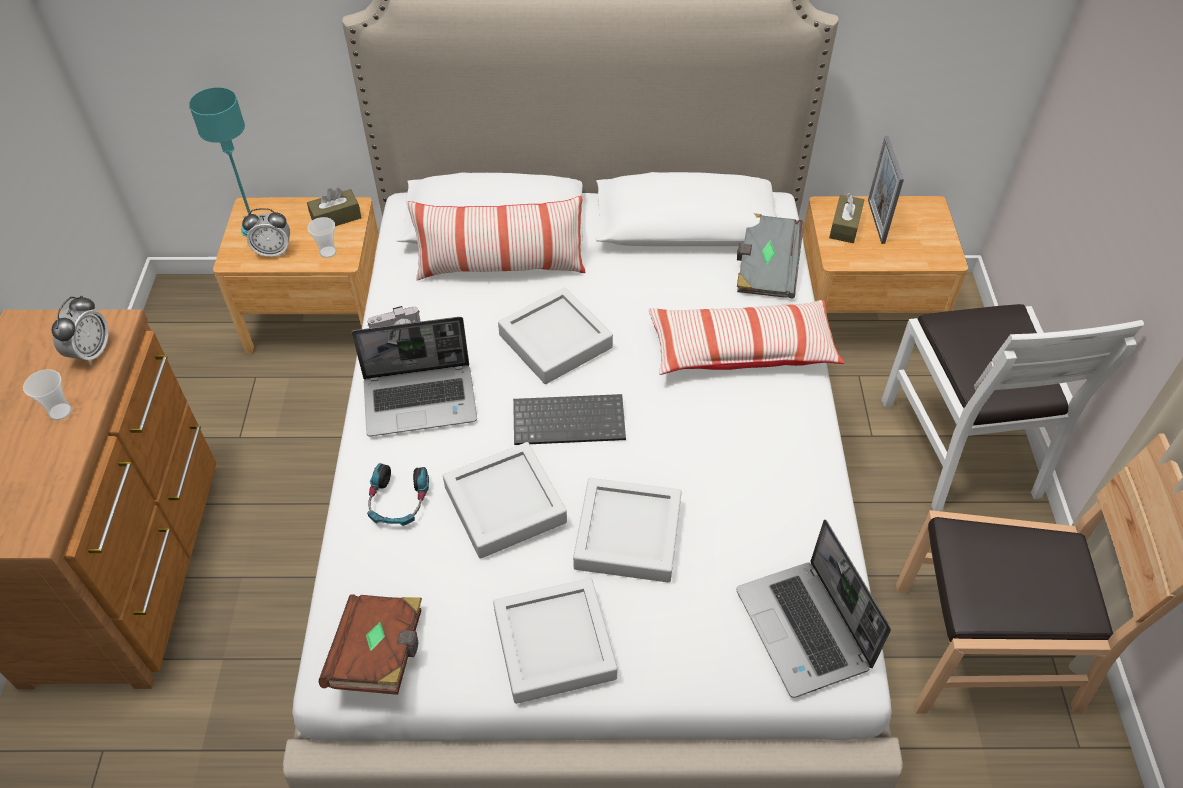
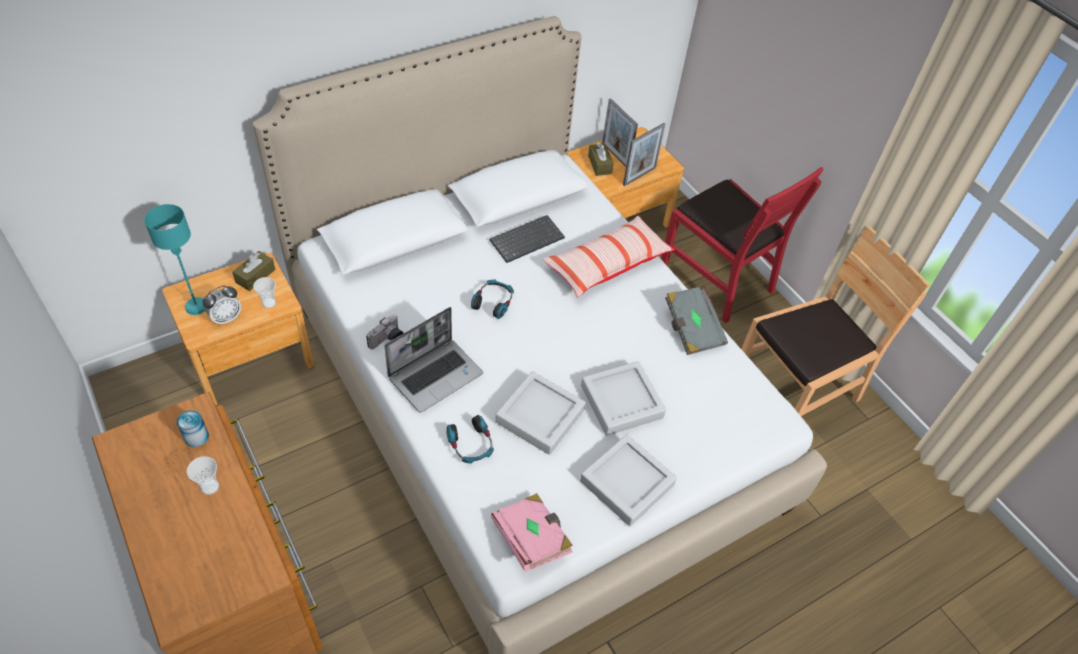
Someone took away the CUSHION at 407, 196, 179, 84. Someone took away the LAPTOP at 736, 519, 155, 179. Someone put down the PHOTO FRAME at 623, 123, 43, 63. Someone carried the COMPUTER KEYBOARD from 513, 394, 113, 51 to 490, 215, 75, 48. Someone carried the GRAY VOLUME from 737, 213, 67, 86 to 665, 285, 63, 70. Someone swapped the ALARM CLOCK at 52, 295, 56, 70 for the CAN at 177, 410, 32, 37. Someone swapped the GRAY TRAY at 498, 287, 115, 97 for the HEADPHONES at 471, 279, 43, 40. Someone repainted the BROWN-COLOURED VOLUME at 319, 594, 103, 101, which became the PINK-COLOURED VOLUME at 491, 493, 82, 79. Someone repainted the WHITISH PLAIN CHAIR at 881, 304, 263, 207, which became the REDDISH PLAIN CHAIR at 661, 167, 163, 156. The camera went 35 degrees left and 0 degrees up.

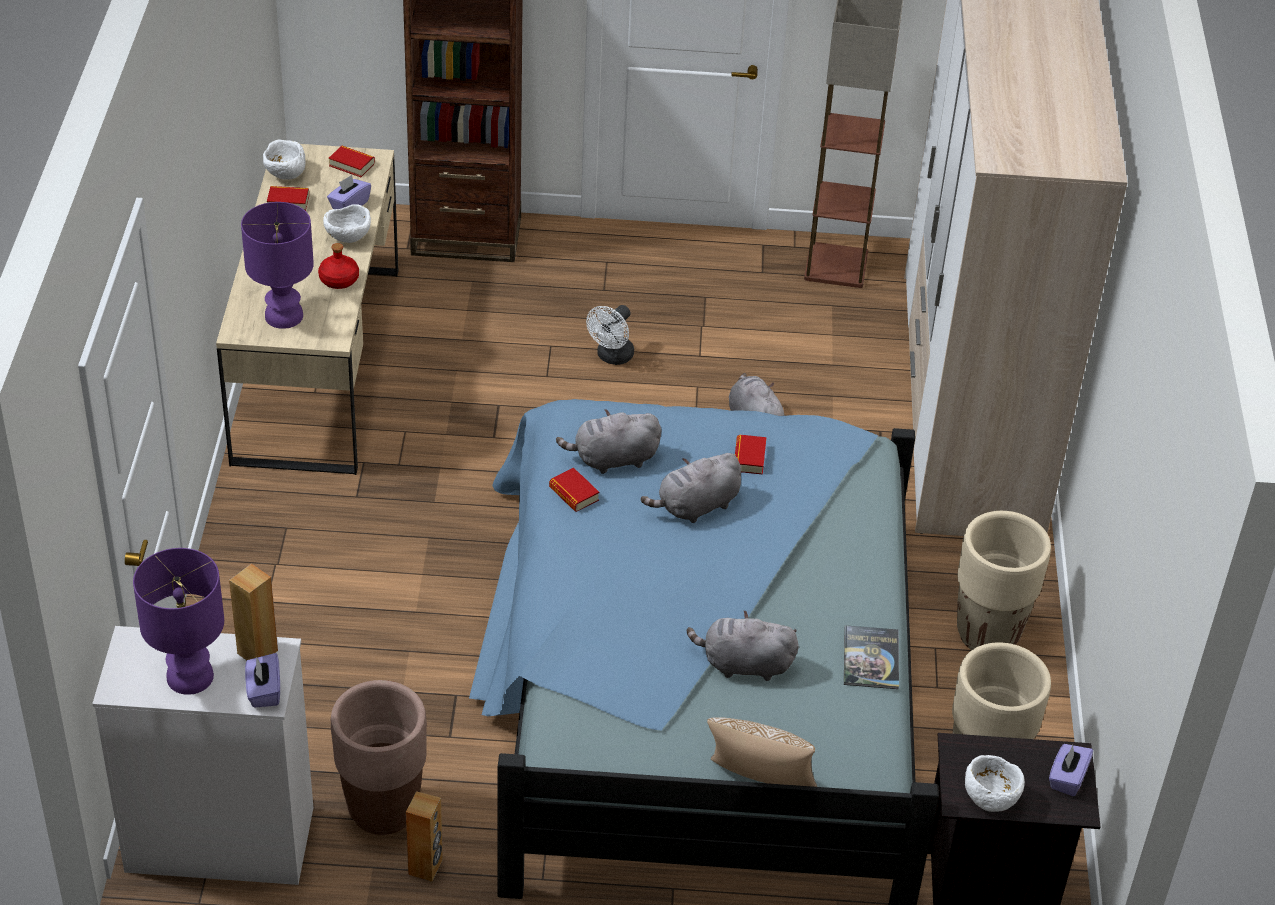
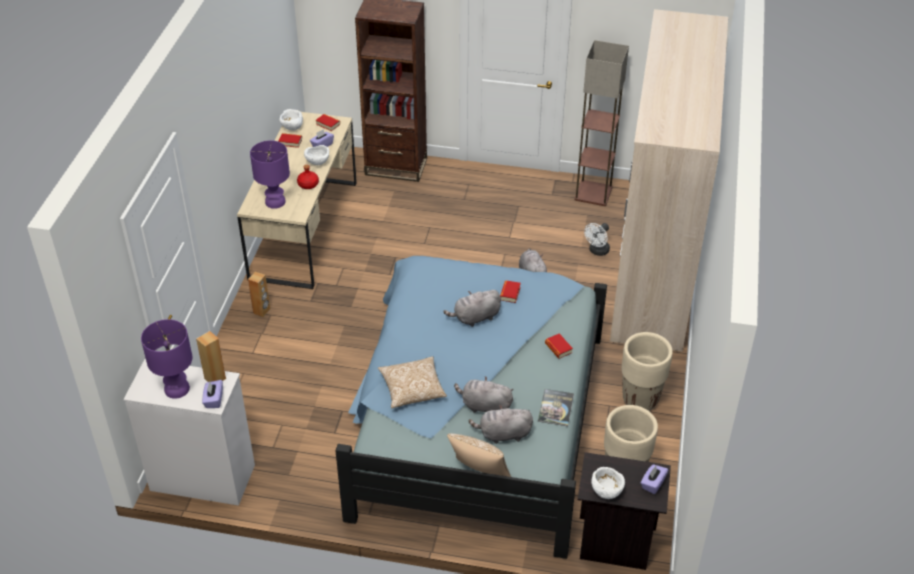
Someone took away the BROWN-COLOURED PLANT POT at 331, 680, 96, 155. Someone put down the CUSHION at 378, 356, 69, 52. Someone carried the BROWN-COLOURED SPEAKER from 406, 791, 37, 91 to 248, 272, 22, 45. Someone carried the VOLUME from 549, 467, 50, 45 to 545, 333, 28, 26. Someone carried the GRAY CUDDLY TOY from 556, 409, 105, 65 to 469, 405, 64, 39. Someone carried the WHITISH FAN from 586, 305, 48, 60 to 584, 223, 26, 33. The camera went 10 degrees right and 0 degrees up.

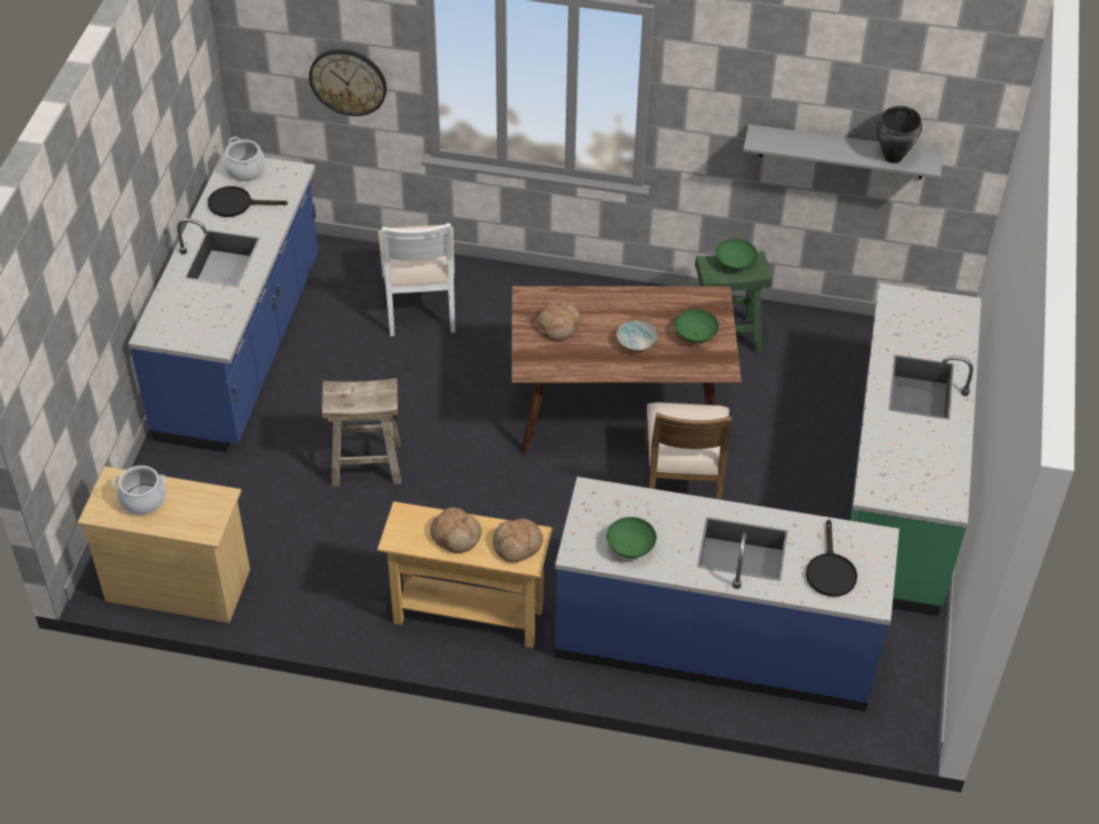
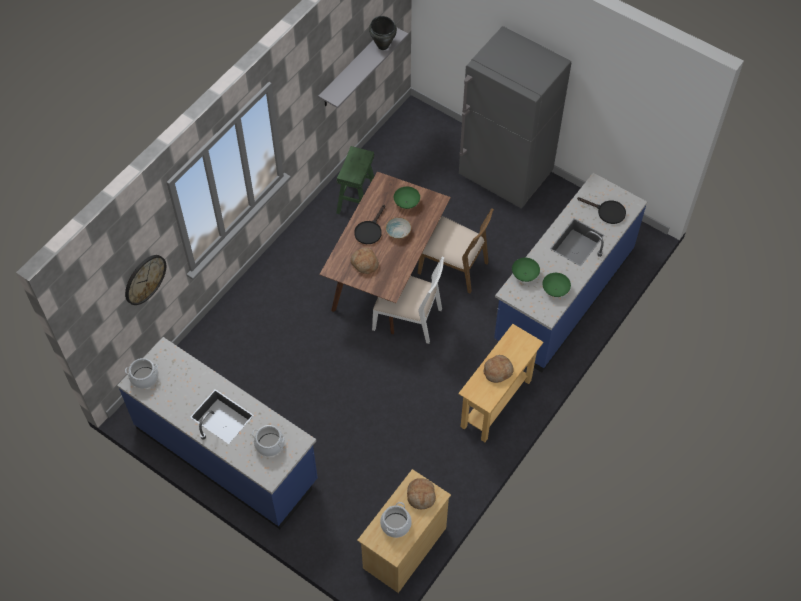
Someone took away the BEIGE-COLOURED STOOL SEAT at 322, 378, 79, 109. Someone put down the COOKING POT at 252, 425, 33, 32. Someone carried the BLACK FRYING PAN from 208, 186, 80, 31 to 354, 205, 31, 39. Someone carried the WHITISH PLAIN CHAIR from 378, 223, 77, 113 to 372, 257, 72, 87. Someone carried the BAKERY BREAD from 493, 519, 50, 43 to 407, 478, 29, 31. Someone carried the GREENISH BOWL from 715, 239, 42, 31 to 512, 258, 28, 24. Someone swapped the GREENISH COUNTER at 850, 283, 131, 333 for the GRAY REFRIGERATOR at 459, 26, 112, 183. The camera went 65 degrees left and 10 degrees up.

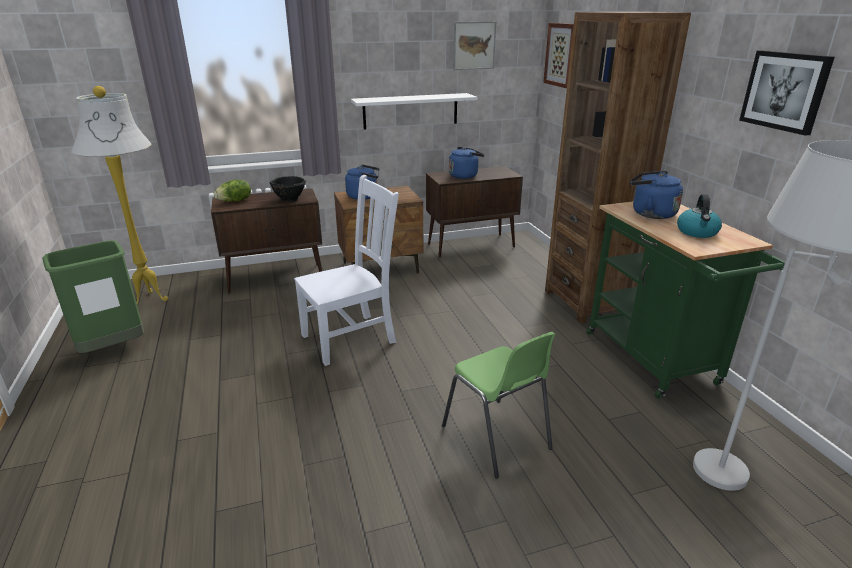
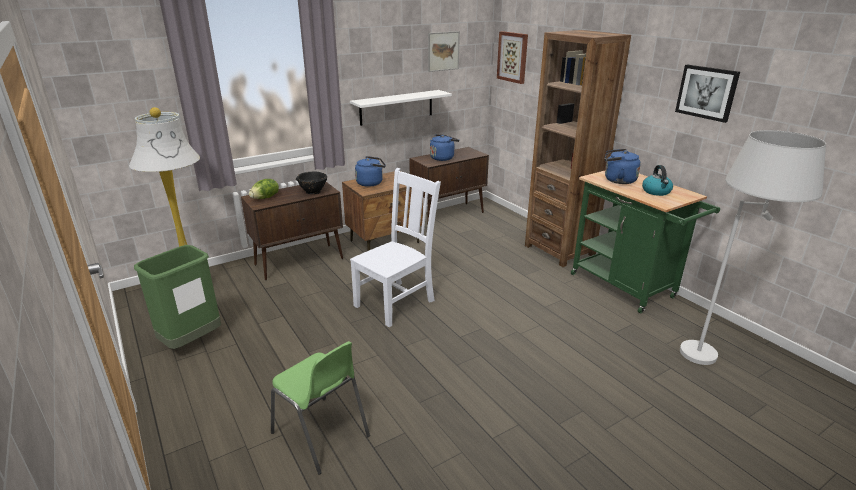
Someone carried the GREENISH PLAIN CHAIR from 442, 332, 114, 146 to 271, 341, 99, 133. The camera went 15 degrees left and 0 degrees up.

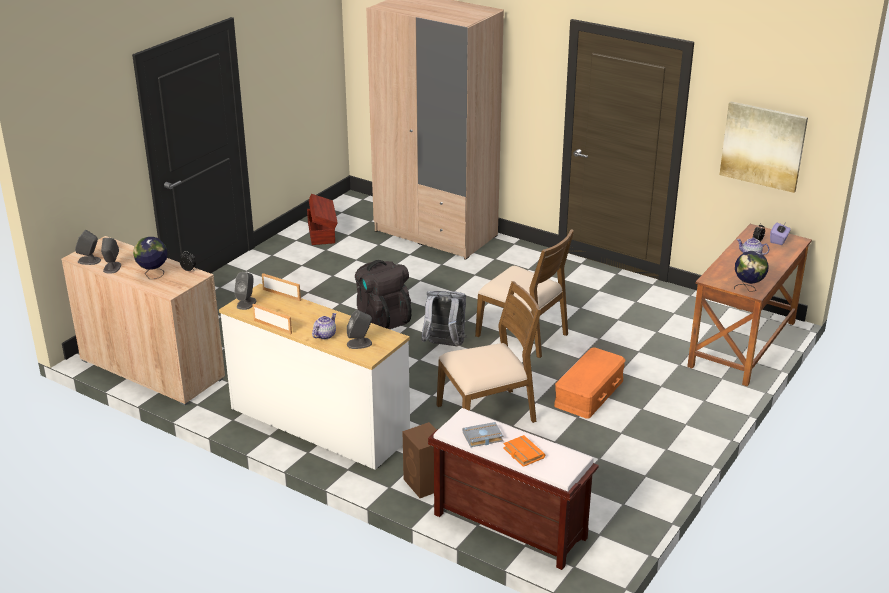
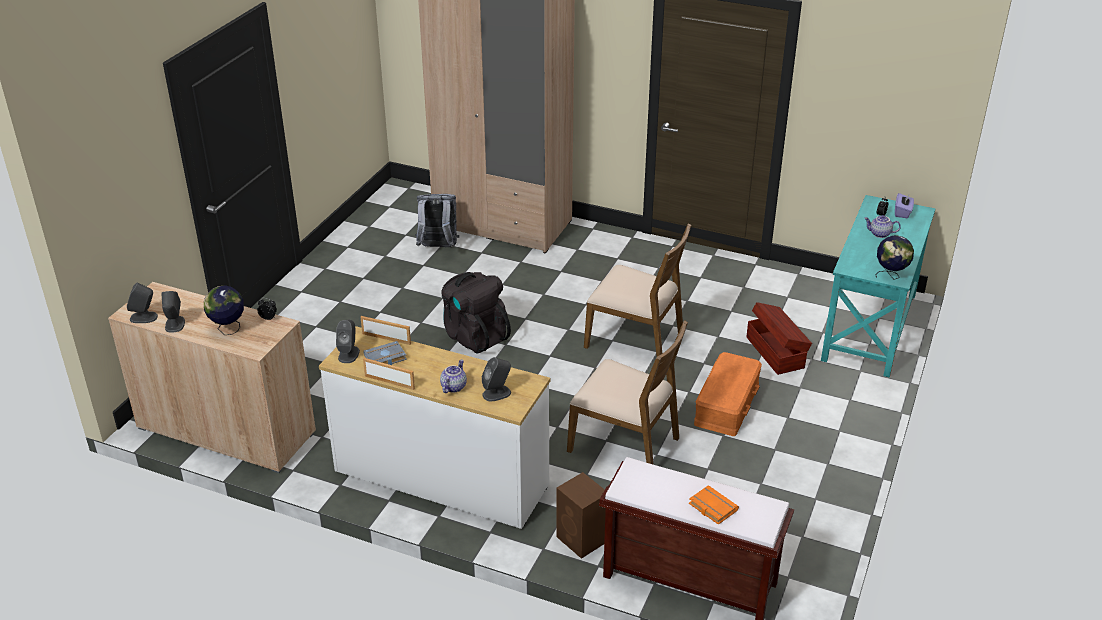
Someone took away the PICTURE at 719, 101, 89, 92. Someone carried the BROWN-COLOURED STORAGE CONTAINER from 307, 194, 31, 51 to 746, 302, 66, 73. Someone carried the GRAY KNAPSACK from 421, 291, 45, 56 to 415, 194, 44, 53. Someone carried the GRAY VOLUME from 462, 422, 42, 25 to 363, 341, 44, 24. Someone repainted the BROWN-COLOURED DESK TABLE at 687, 224, 125, 162, which became the TURQUOISE DESK TABLE at 821, 195, 115, 182. Someone rotated the BROWN-COLOURED PLAIN CHAIR at 436, 281, 105, 142 by 60 degrees clockwise. The camera went 10 degrees left and 5 degrees up.

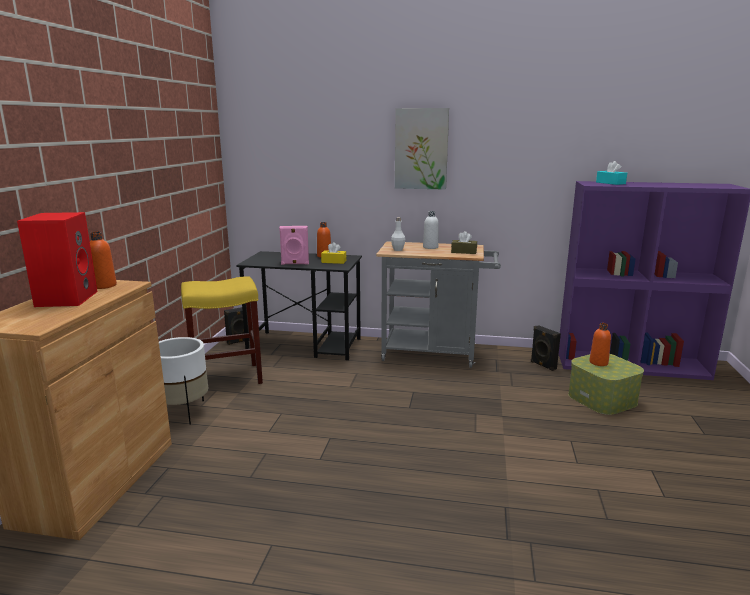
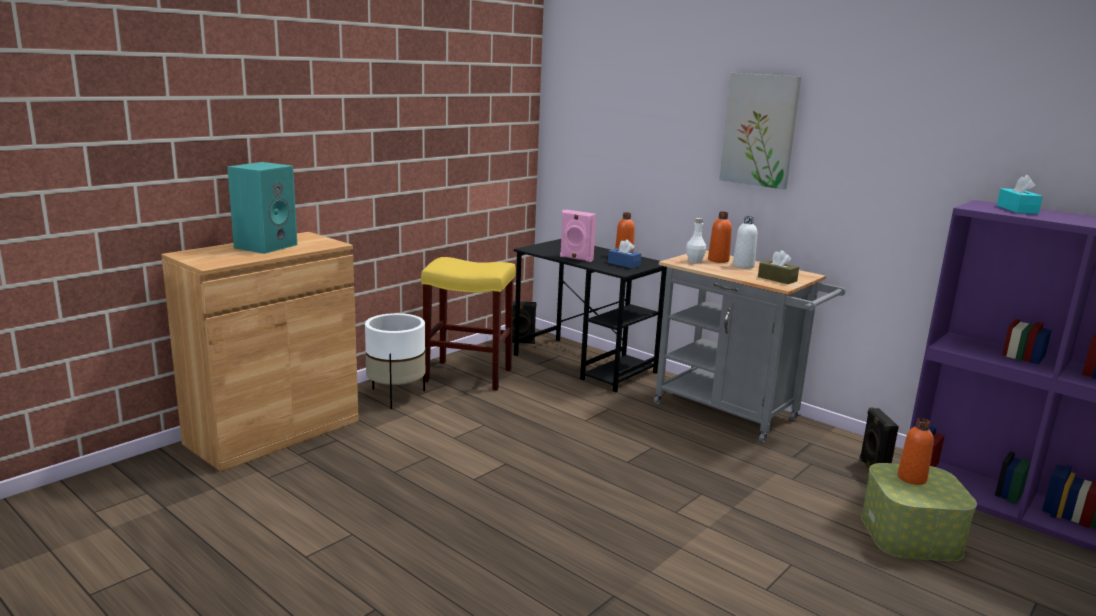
Someone carried the ORANGEY BEVERAGE BOTTLE from 90, 232, 27, 57 to 708, 212, 24, 51. Someone repainted the REDDISH SPEAKER at 17, 212, 81, 95, which became the TURQUOISE SPEAKER at 227, 162, 70, 92. Someone repainted the YELLOW BOX OF TISSUES at 321, 242, 25, 22, which became the BLUE-COLOURED BOX OF TISSUES at 608, 239, 33, 29. The camera went 30 degrees right and 0 degrees up.

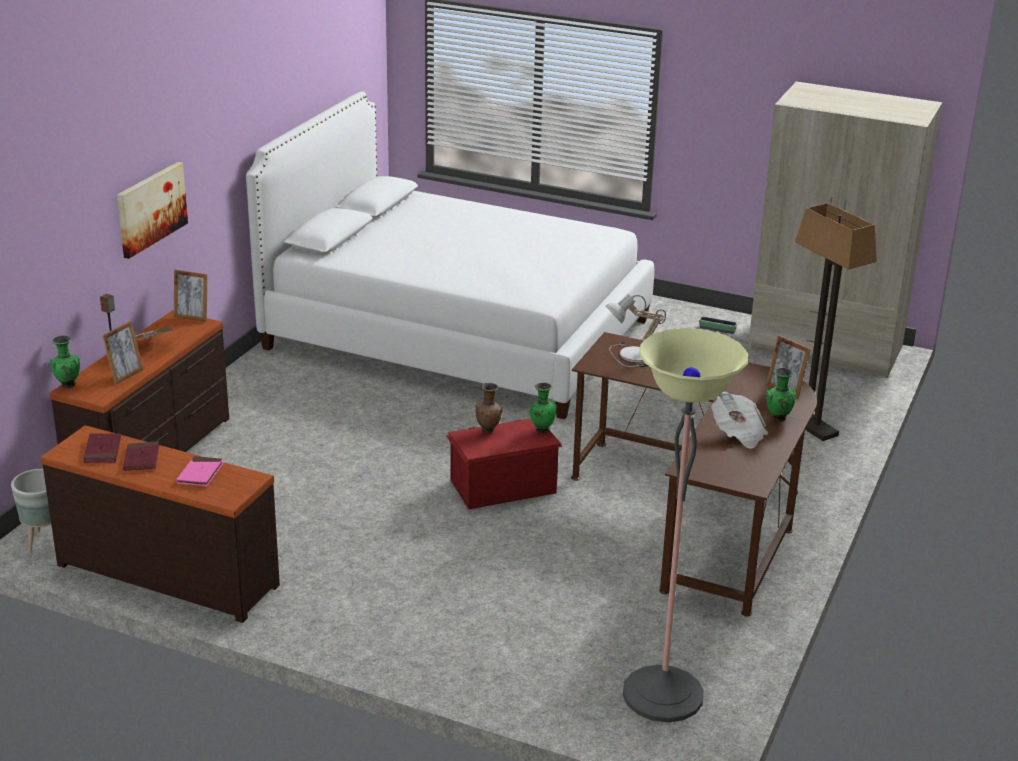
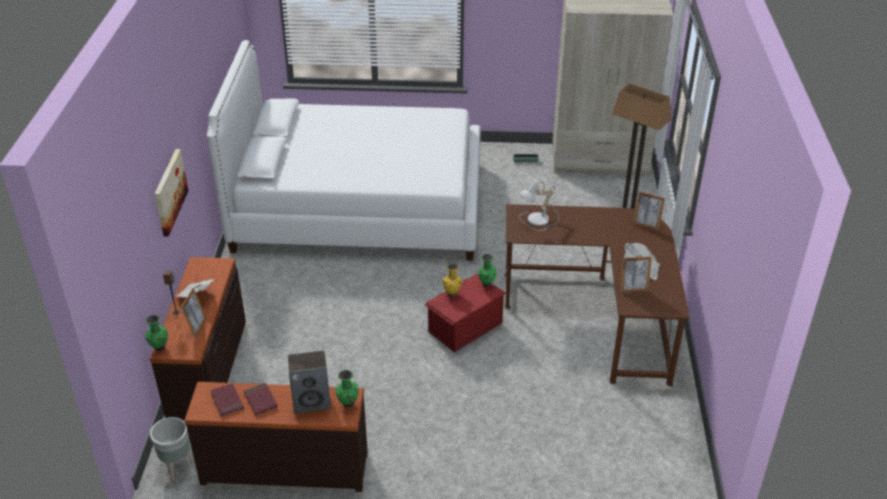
Someone took away the STANDING LAMP at 623, 328, 125, 394. Someone carried the PHOTO FRAME from 174, 269, 34, 53 to 620, 256, 32, 37. Someone carried the GREENISH VASE from 766, 368, 30, 54 to 335, 370, 24, 38. Someone swapped the PINK-COLOURED VOLUME at 176, 456, 48, 30 for the SPEAKER at 288, 351, 43, 63. Someone repainted the BROWN-COLOURED VASE at 476, 383, 27, 51, which became the YELLOW VASE at 443, 263, 19, 34. The camera went 20 degrees left and 10 degrees up.

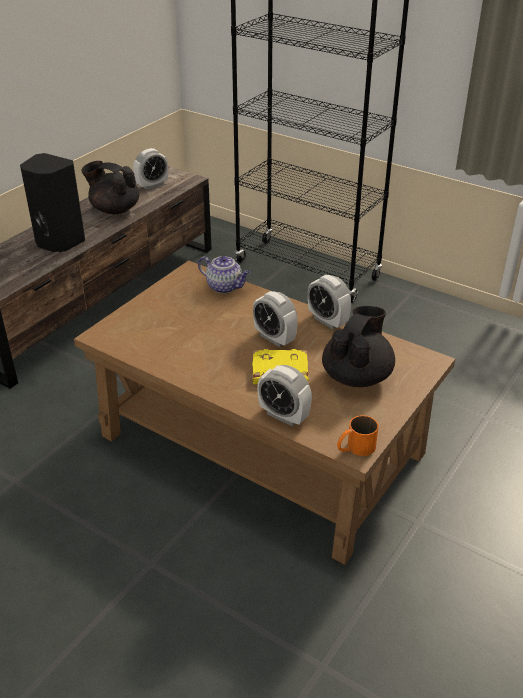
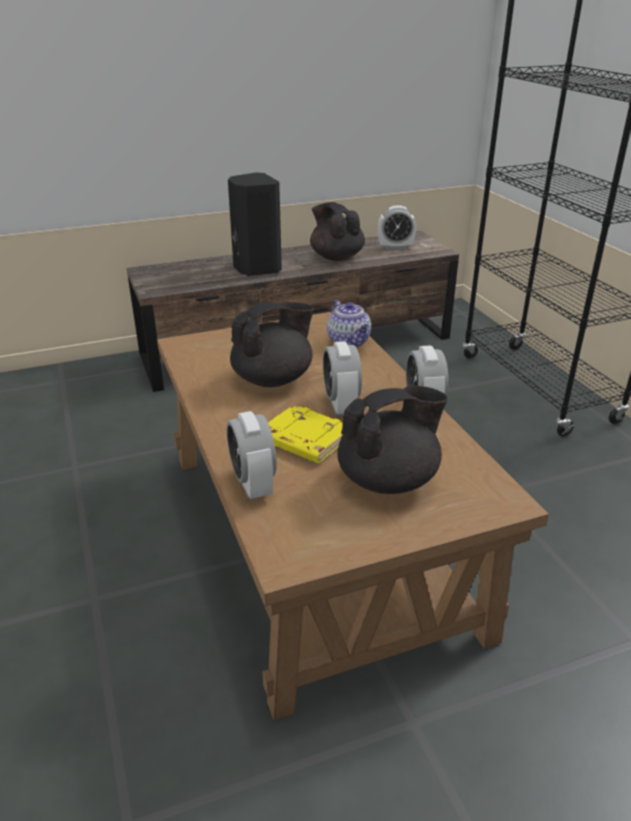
Someone took away the ORANGEY TEA MUG at 337, 415, 42, 41. Someone put down the BLACK TEAPOT at 230, 302, 84, 85. The camera went 35 degrees right and 5 degrees down.

